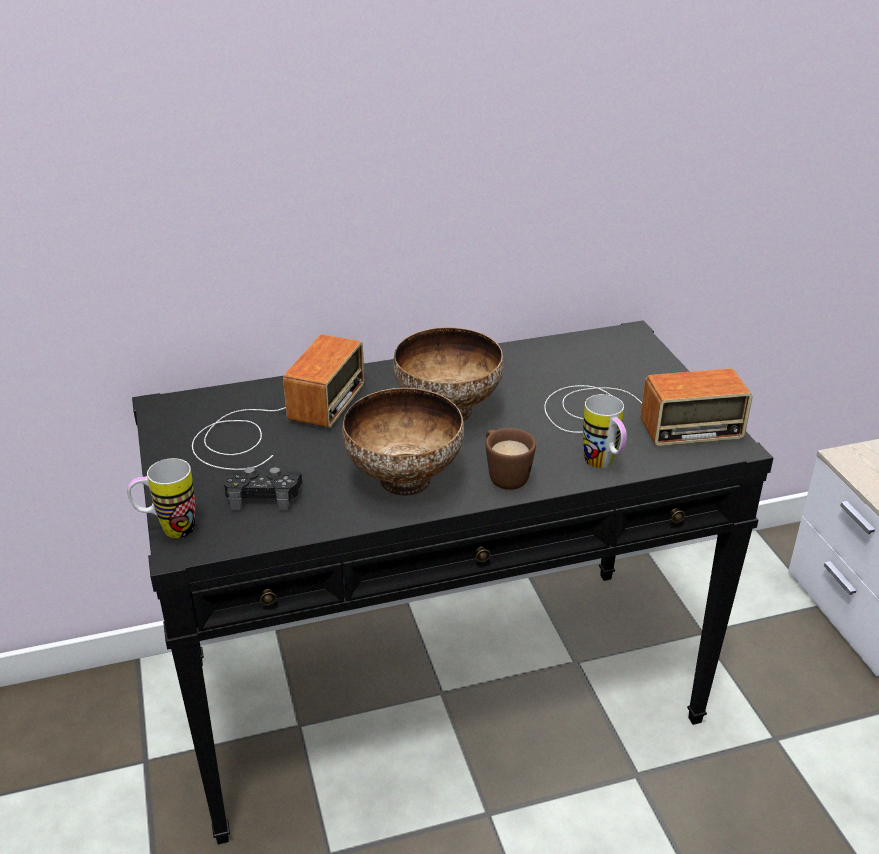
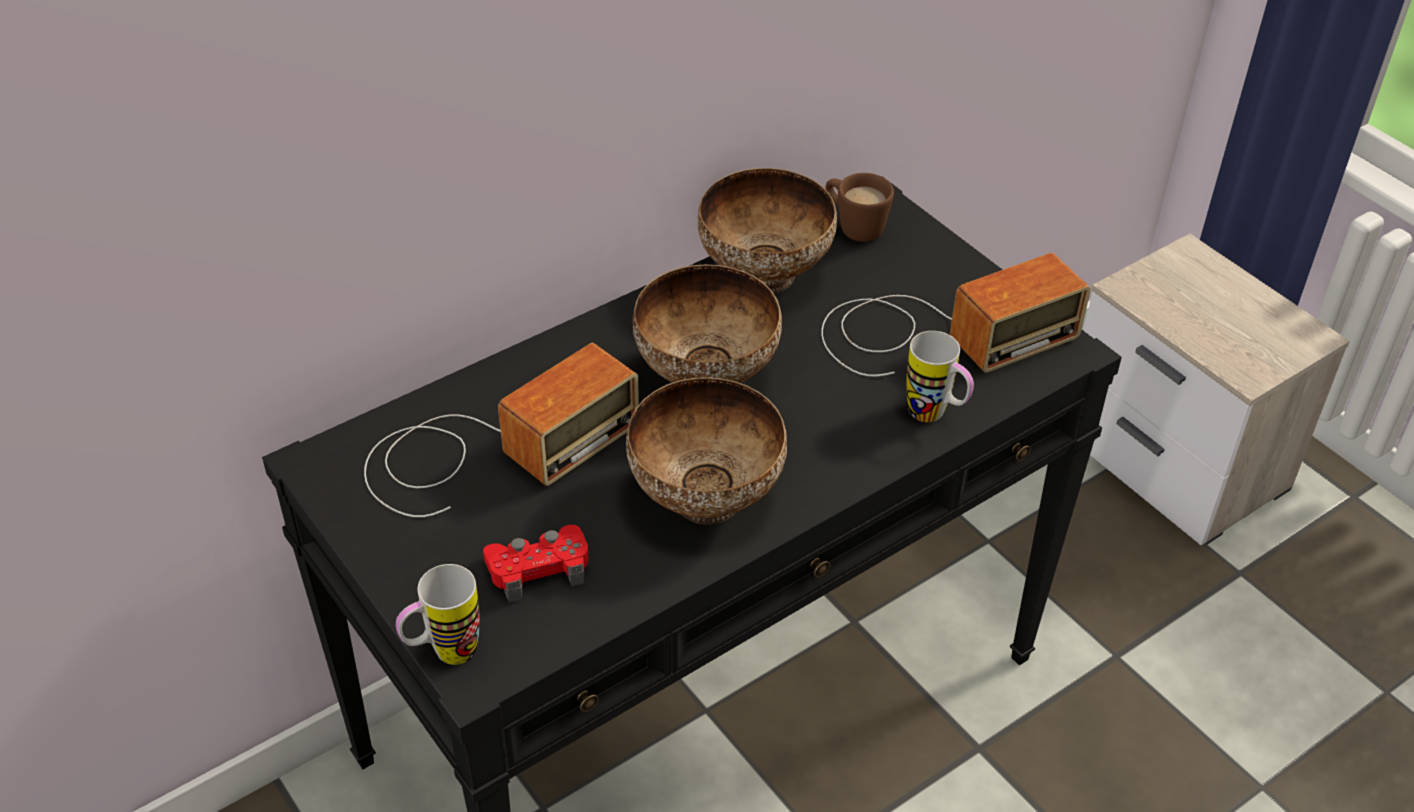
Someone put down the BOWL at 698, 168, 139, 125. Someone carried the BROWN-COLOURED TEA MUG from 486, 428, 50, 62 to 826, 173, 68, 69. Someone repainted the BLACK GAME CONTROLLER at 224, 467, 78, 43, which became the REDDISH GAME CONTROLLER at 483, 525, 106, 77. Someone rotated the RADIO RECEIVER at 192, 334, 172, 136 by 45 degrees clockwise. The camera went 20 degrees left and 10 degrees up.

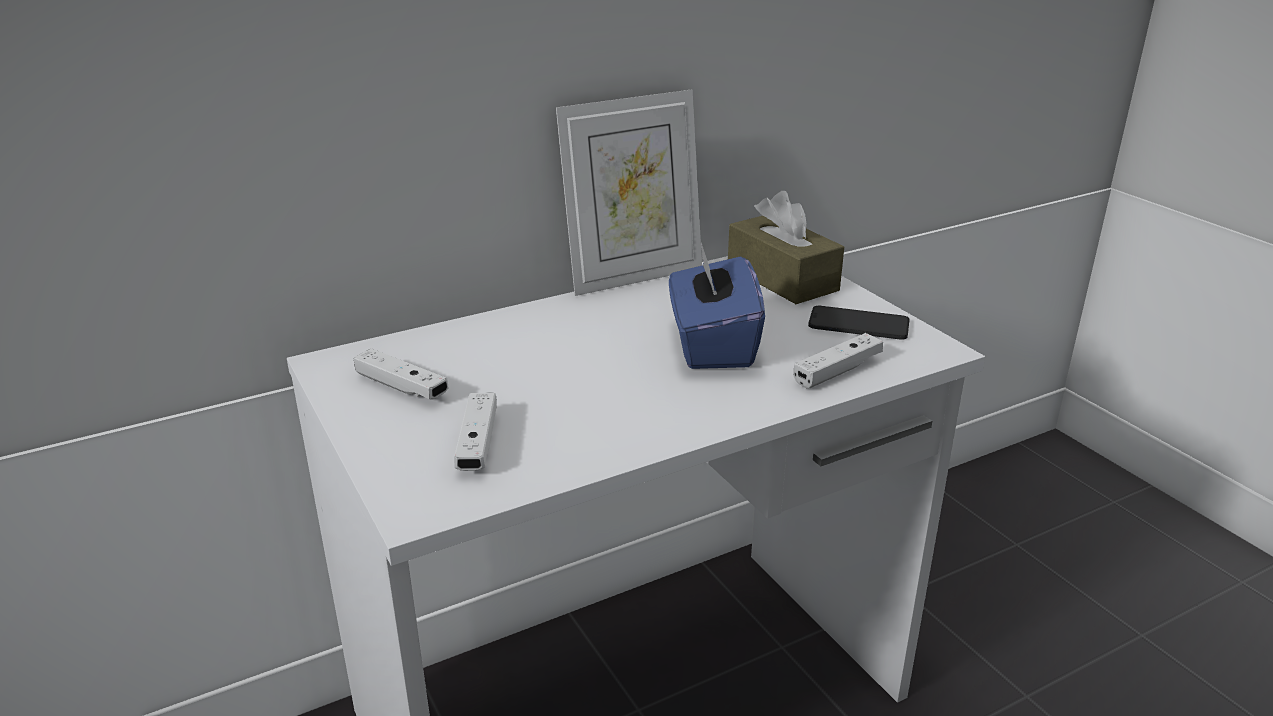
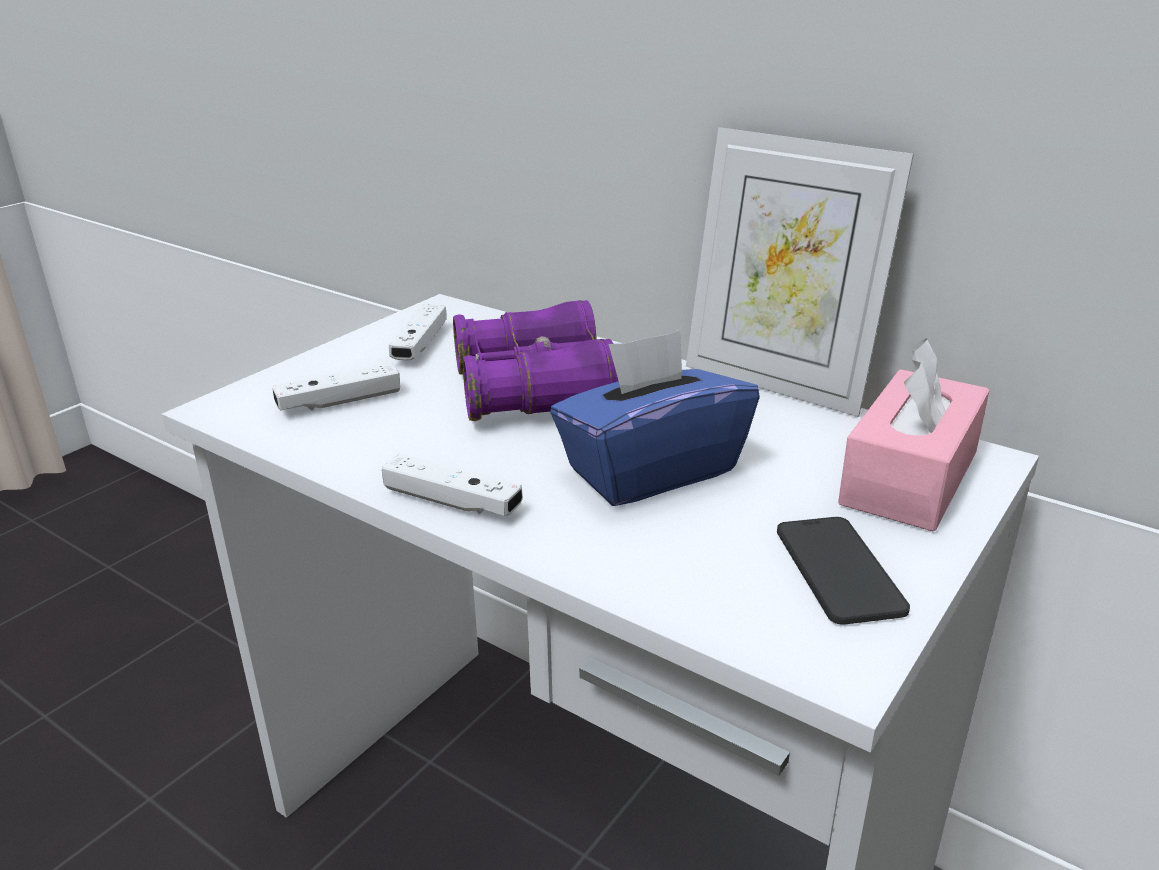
Someone put down the PURPLISH PAIR OF BINOCULARS at 453, 300, 165, 121. Someone carried the WHITISH GAME CONTROLLER from 794, 333, 89, 55 to 382, 453, 141, 63. Someone repainted the BROWN-COLOURED BOX OF TISSUES at 728, 191, 116, 113, which became the PINK-COLOURED BOX OF TISSUES at 838, 338, 152, 193. The camera went 65 degrees right and 0 degrees up.

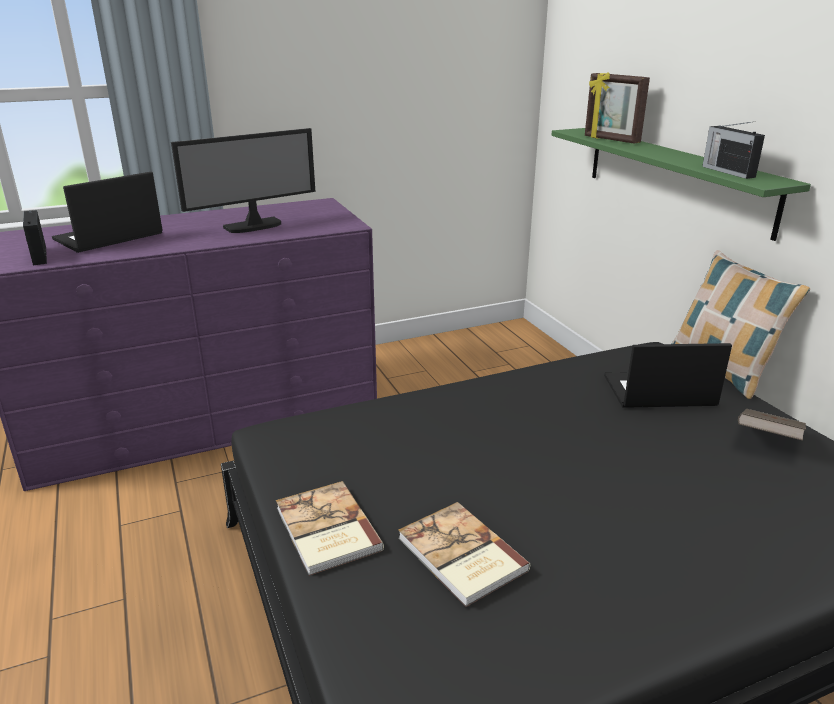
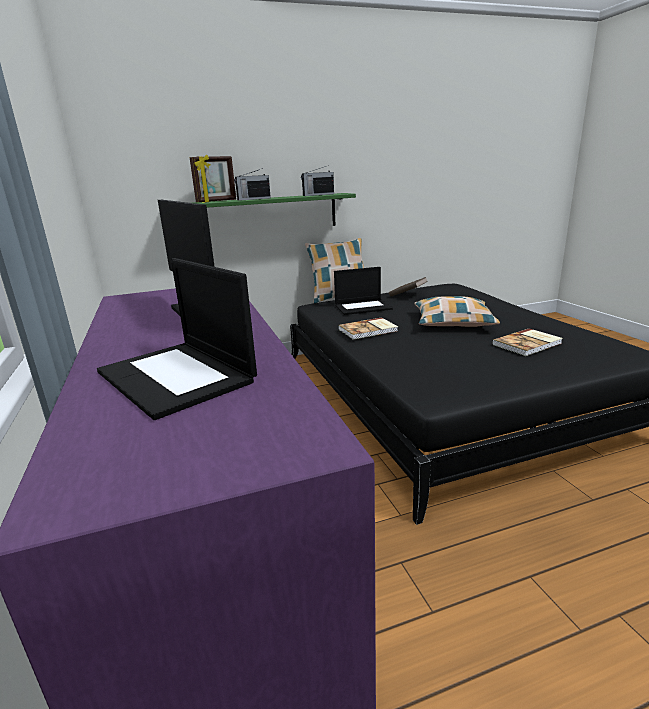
Someone put down the CUSHION at 415, 296, 85, 31. Someone carried the RADIO RECEIVER from 23, 210, 24, 55 to 234, 168, 37, 33. Someone carried the VOLUME from 276, 481, 108, 95 to 338, 317, 60, 23. Someone rotated the LAPTOP at 604, 343, 128, 65 by 105 degrees counterclockwise. The camera went 85 degrees left and 5 degrees down.

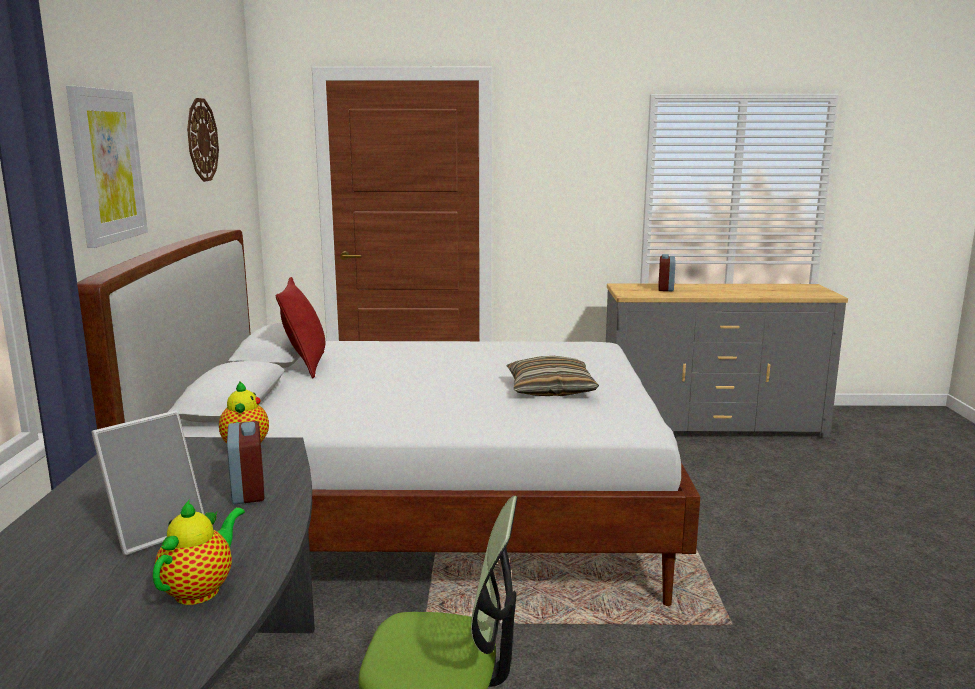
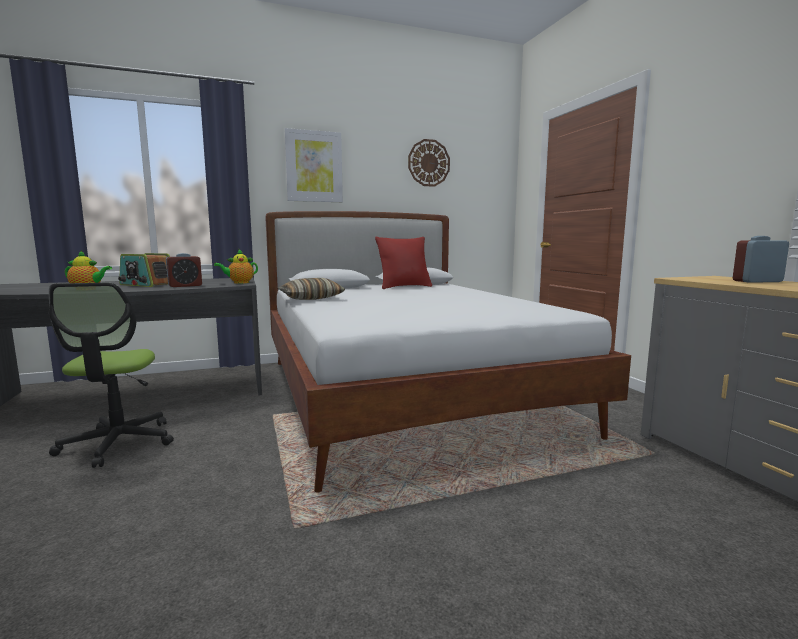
Someone carried the CUSHION from 507, 356, 92, 40 to 278, 278, 67, 22. Someone swapped the PHOTO FRAME at 91, 410, 113, 146 for the RADIO RECEIVER at 118, 253, 52, 34. The camera went 70 degrees right and 5 degrees down.

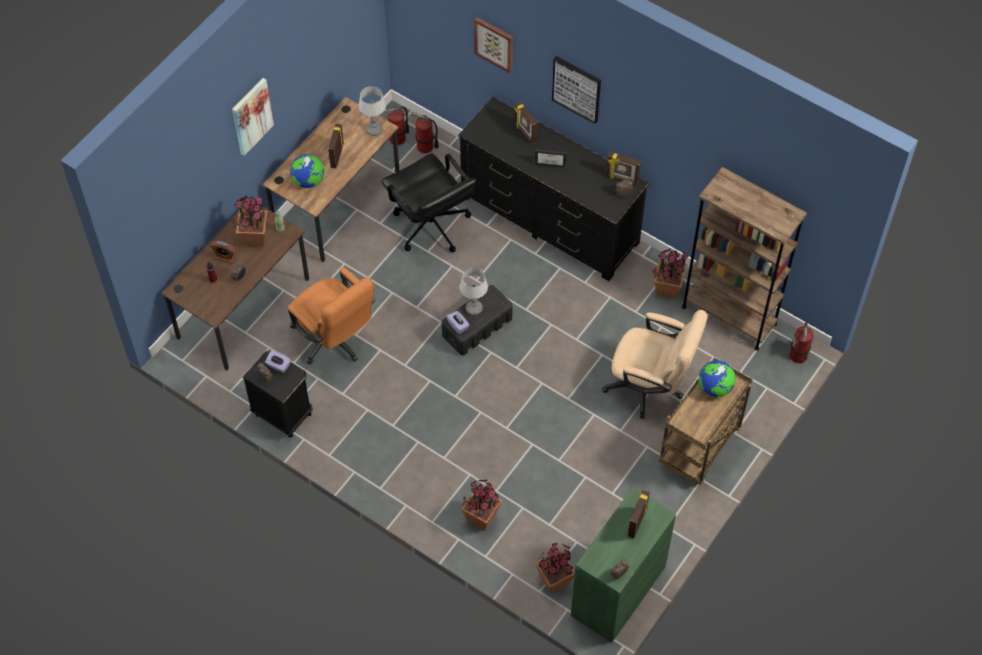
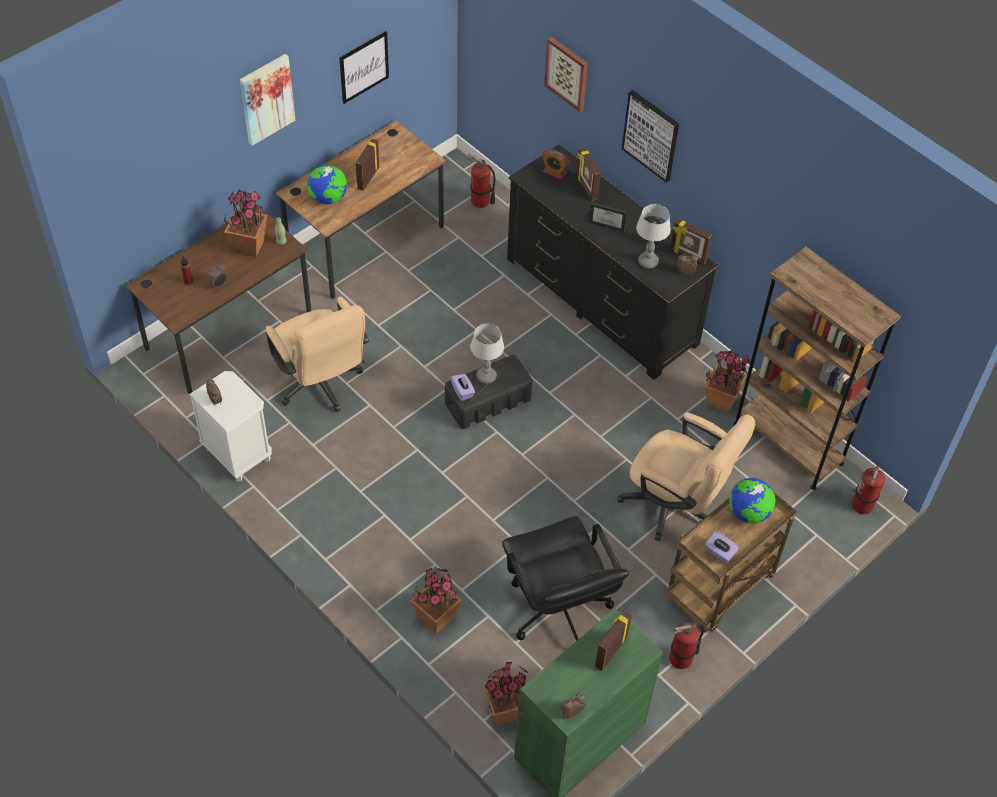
Someone put up the PICTURE at 340, 31, 49, 73. Someone carried the ALARM CLOCK from 210, 241, 26, 23 to 542, 149, 28, 31. Someone carried the PURPLISH BOX OF TISSUES from 265, 350, 26, 23 to 705, 531, 34, 32. Someone carried the TABLETOP LAMP from 358, 86, 28, 50 to 636, 204, 35, 65. Someone carried the BLACK OFFICE CHAIR from 381, 153, 96, 99 to 502, 516, 127, 125. Someone carried the FIRE EXTINGUISHER from 384, 106, 25, 39 to 669, 622, 35, 47. Someone repainted the BLACK NIGHTSTAND at 242, 351, 71, 87, which became the WHITISH NIGHTSTAND at 189, 371, 83, 110. Someone repainted the ORANGEY OFFICE CHAIR at 288, 267, 87, 98, which became the BEIGE-COLOURED OFFICE CHAIR at 266, 297, 103, 115. The camera went 10 degrees right and 5 degrees down.

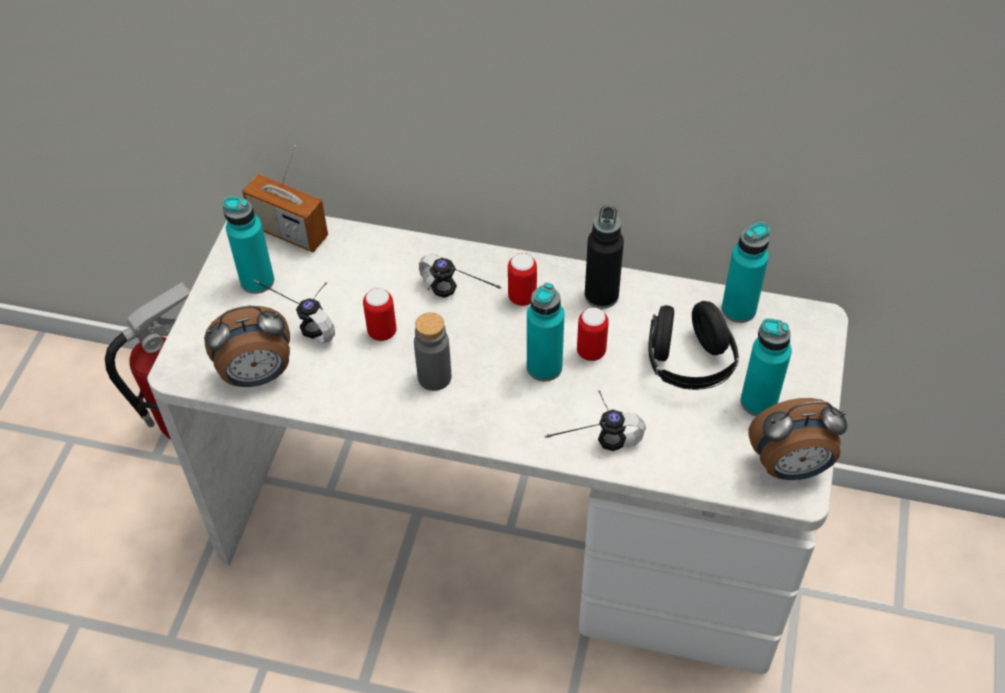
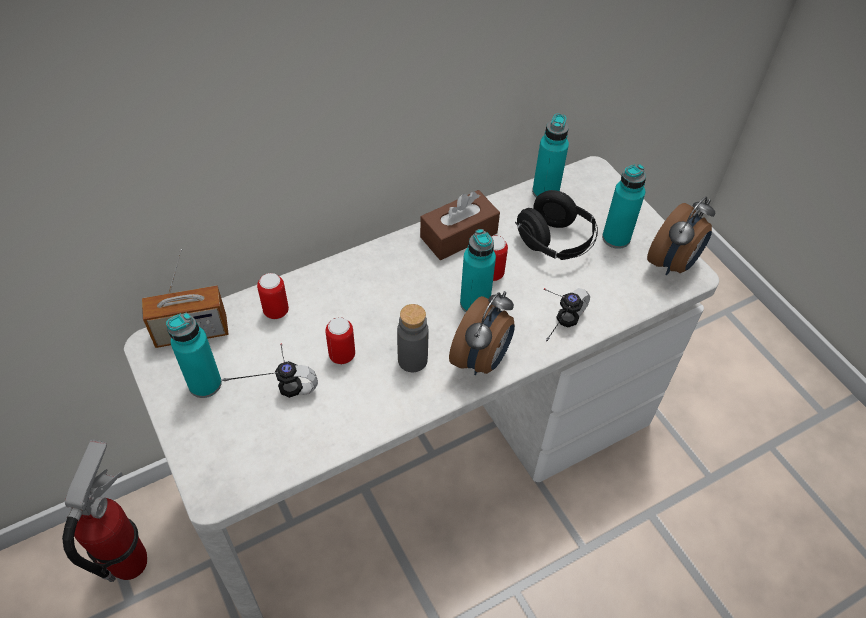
Someone took away the HEADPHONES at 419, 253, 82, 45. Someone carried the ALARM CLOCK from 204, 305, 86, 82 to 449, 291, 66, 84. Someone carried the CAN from 508, 253, 29, 53 to 257, 273, 32, 46. Someone swapped the BLACK BEVERAGE BOTTLE at 585, 206, 39, 103 for the BROWN-COLOURED BOX OF TISSUES at 420, 190, 80, 70. The camera went 45 degrees left and 0 degrees up.

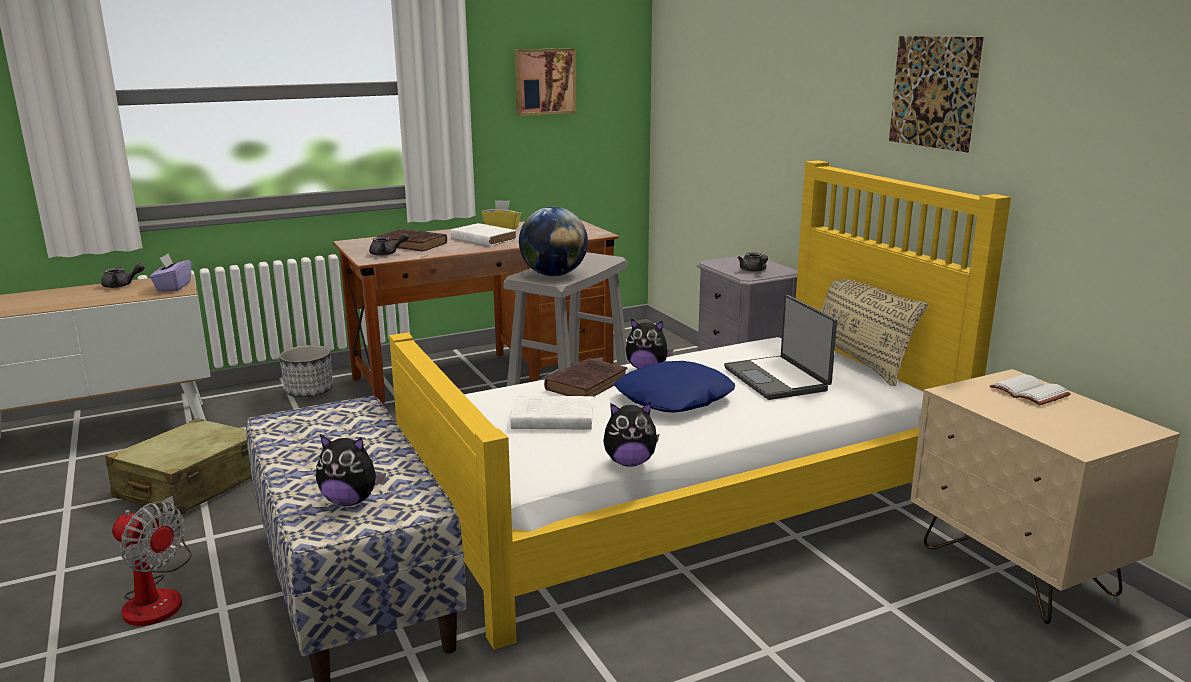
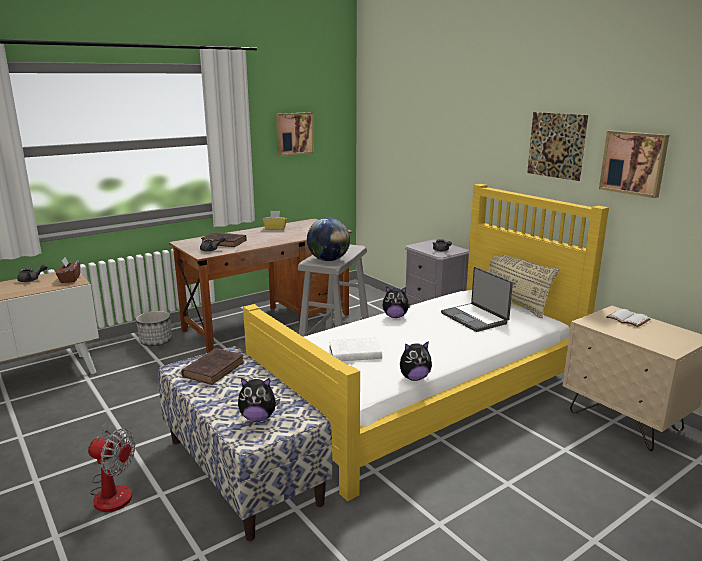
Someone took away the BEIGE-COLOURED SUITCASE at 105, 418, 147, 97. Someone took away the WHITISH VOLUME at 451, 223, 66, 23. Someone took away the BLUE-COLOURED CUSHION at 614, 361, 121, 52. Someone put up the PICTURE at 599, 131, 70, 67. Someone carried the BROWN-COLOURED VOLUME from 544, 358, 83, 39 to 181, 348, 63, 37. Someone repainted the PURPLISH BOX OF TISSUES at 150, 254, 41, 37, which became the BROWN-COLOURED BOX OF TISSUES at 56, 257, 24, 26. The camera went 10 degrees left and 0 degrees up.

